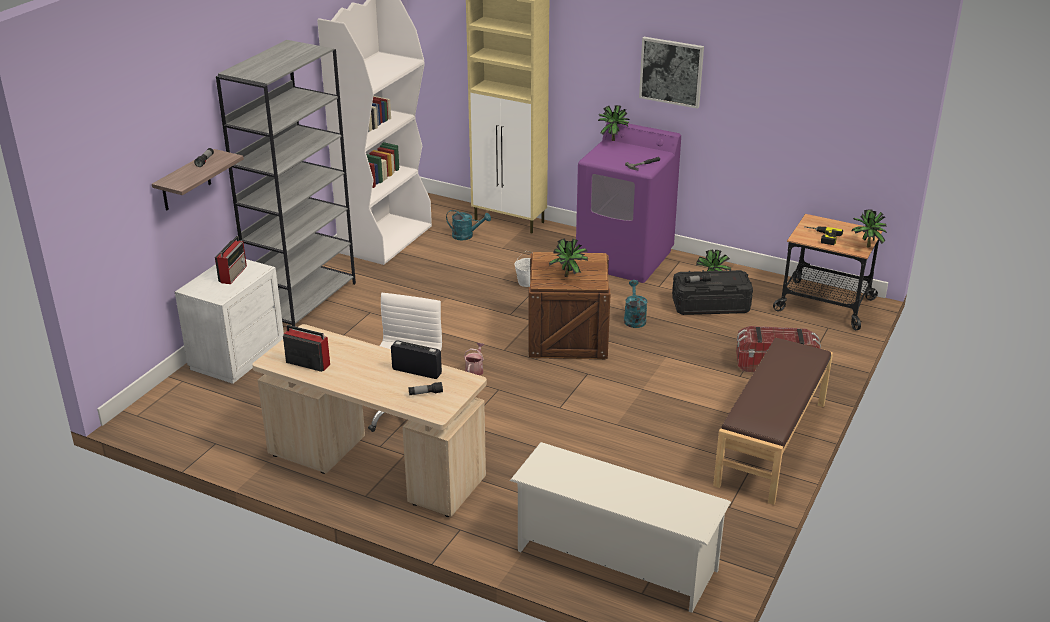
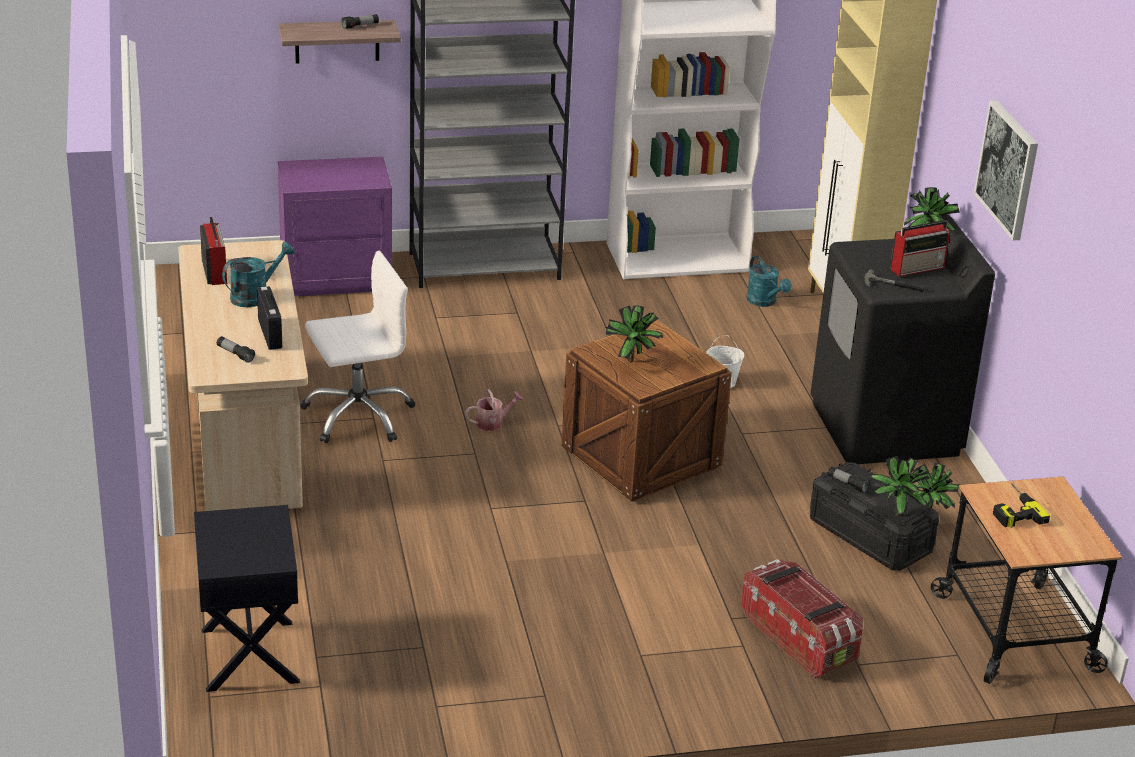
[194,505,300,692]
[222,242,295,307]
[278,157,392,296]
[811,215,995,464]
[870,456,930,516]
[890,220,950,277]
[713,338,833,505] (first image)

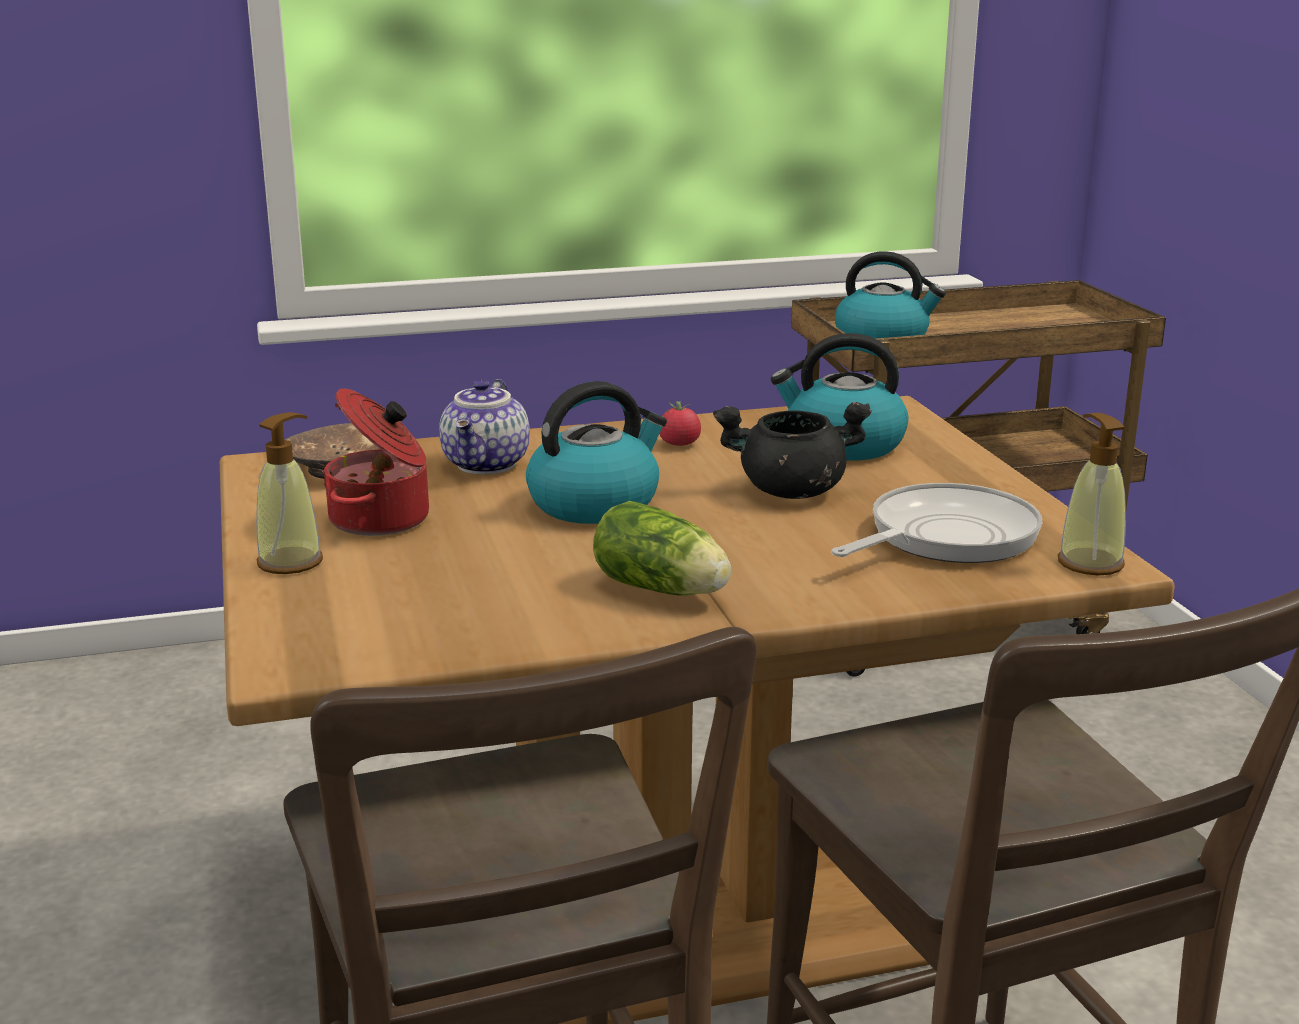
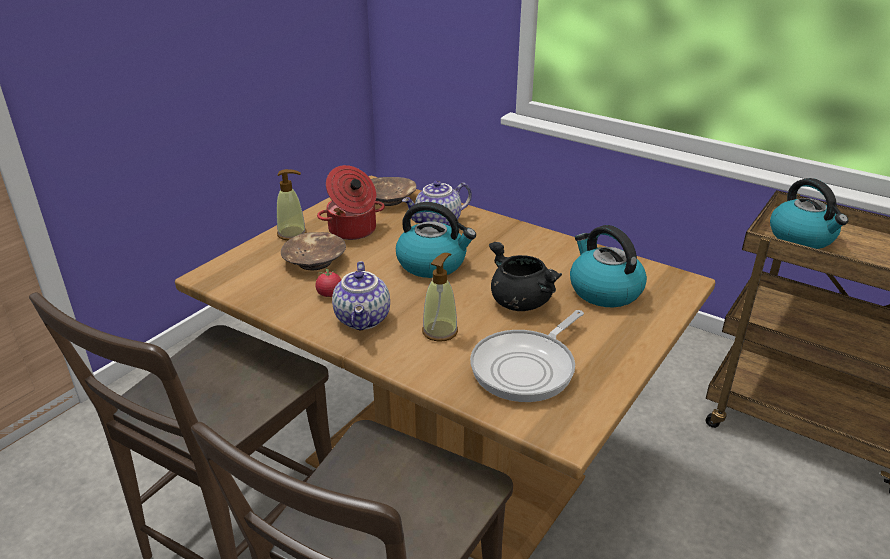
[281,232,346,270]
[316,268,341,297]
[332,261,390,331]
[422,253,458,342]
[470,310,584,402]

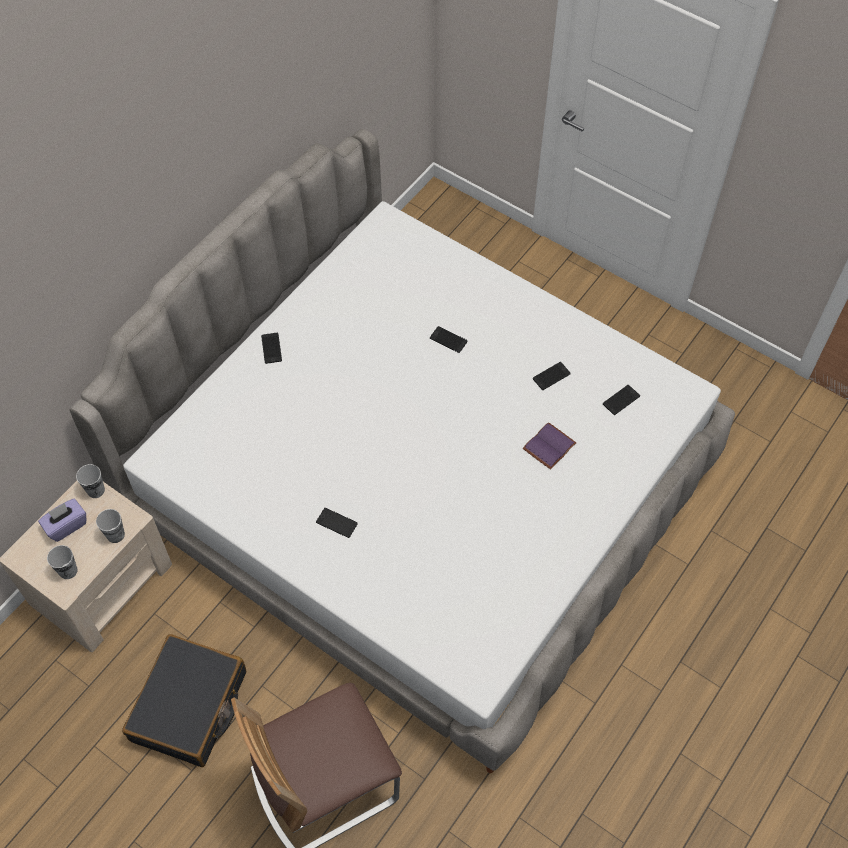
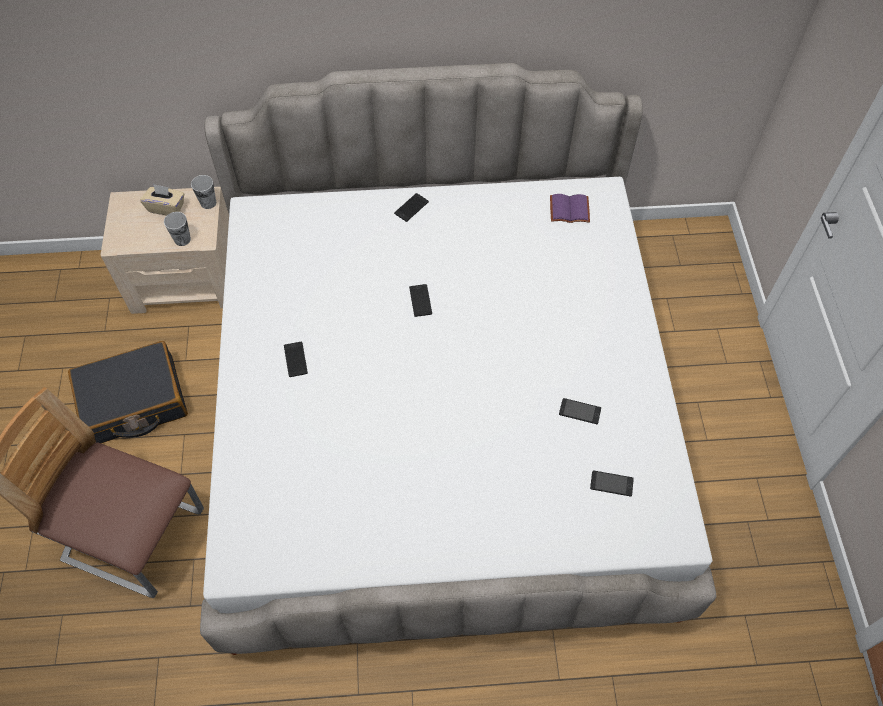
[140,184,184,216]
[409,284,432,317]
[550,194,590,223]
[47,545,77,579] (first image)

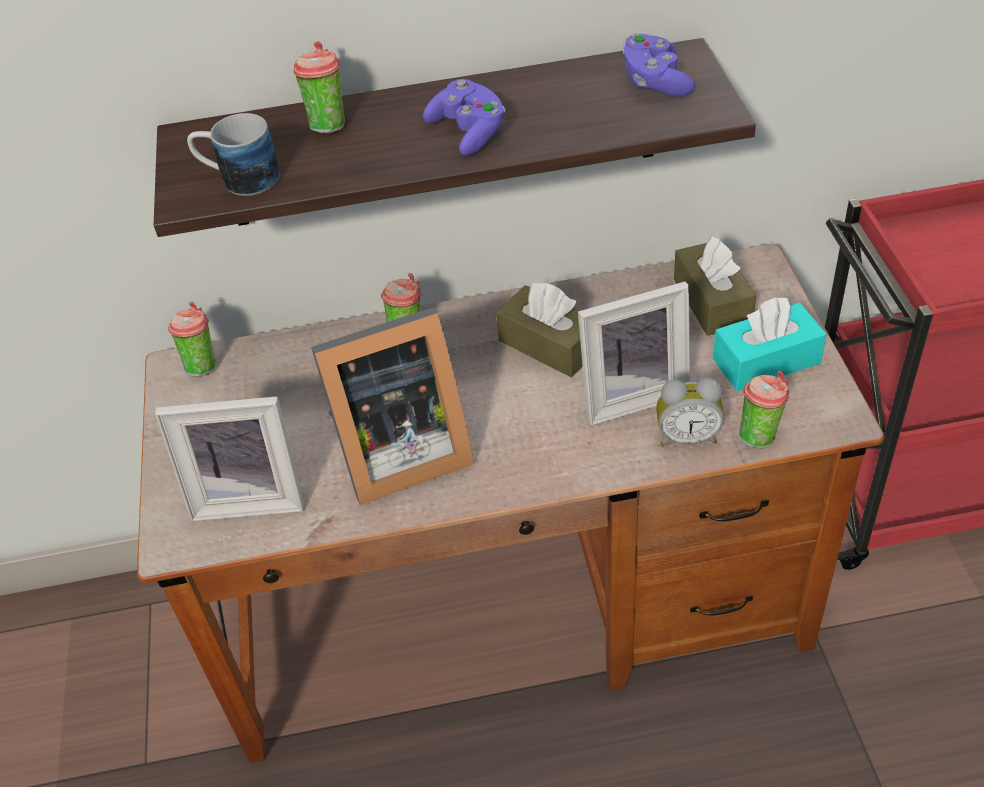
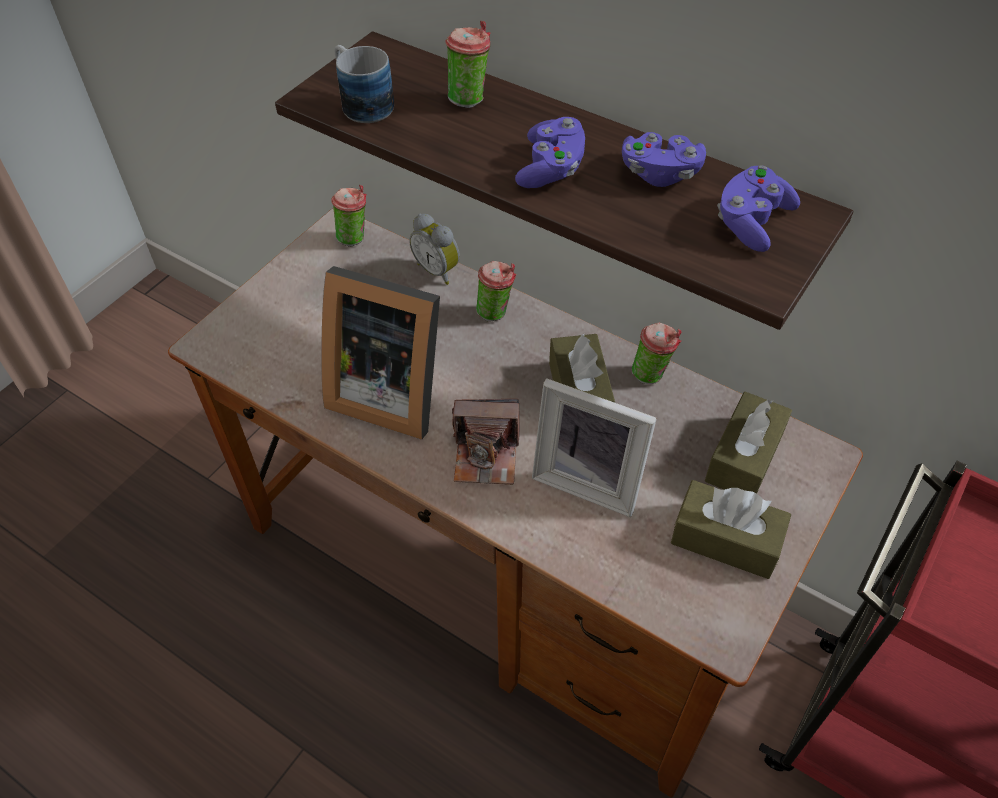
[409,214,460,285]
[452,399,520,485]
[622,132,706,187]
[632,322,681,384]
[671,480,791,579]
[155,396,305,521] (first image)

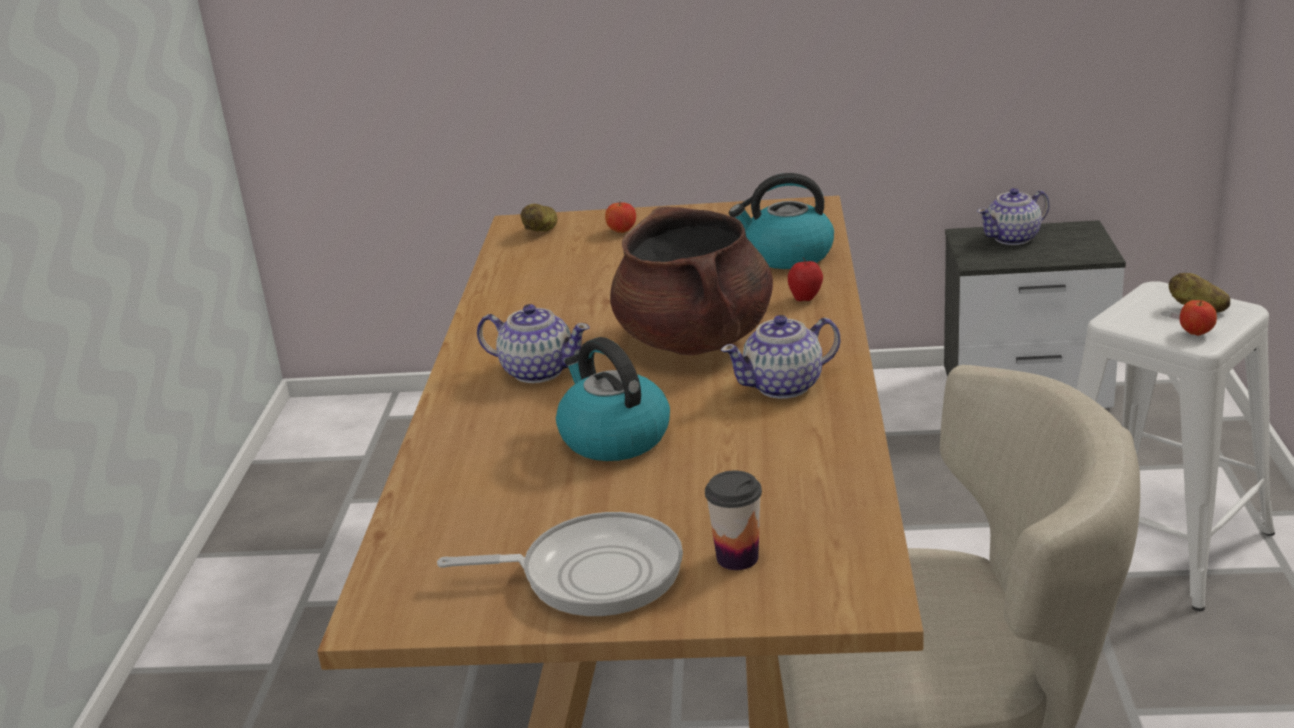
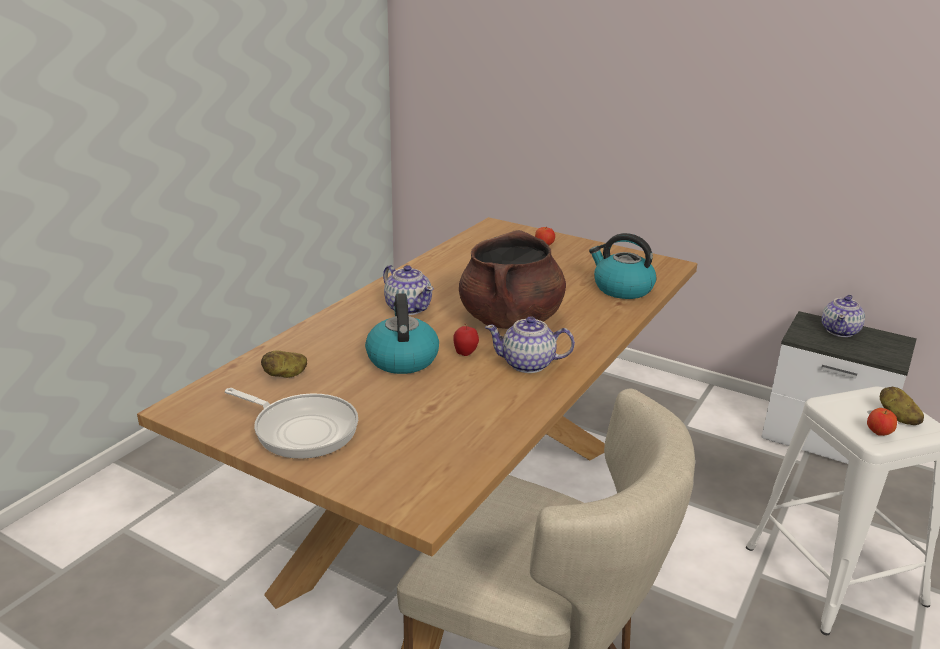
[261,350,307,378]
[453,323,479,356]
[822,294,865,337]
[705,471,762,570] (first image)

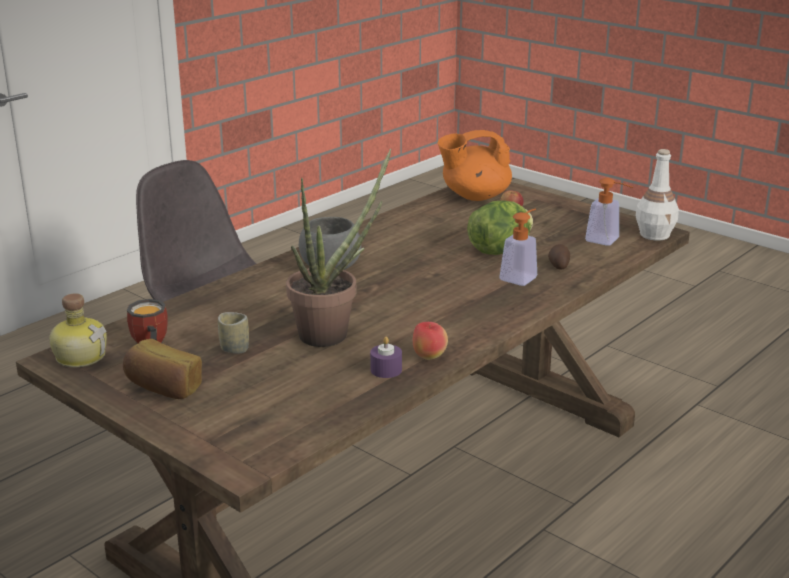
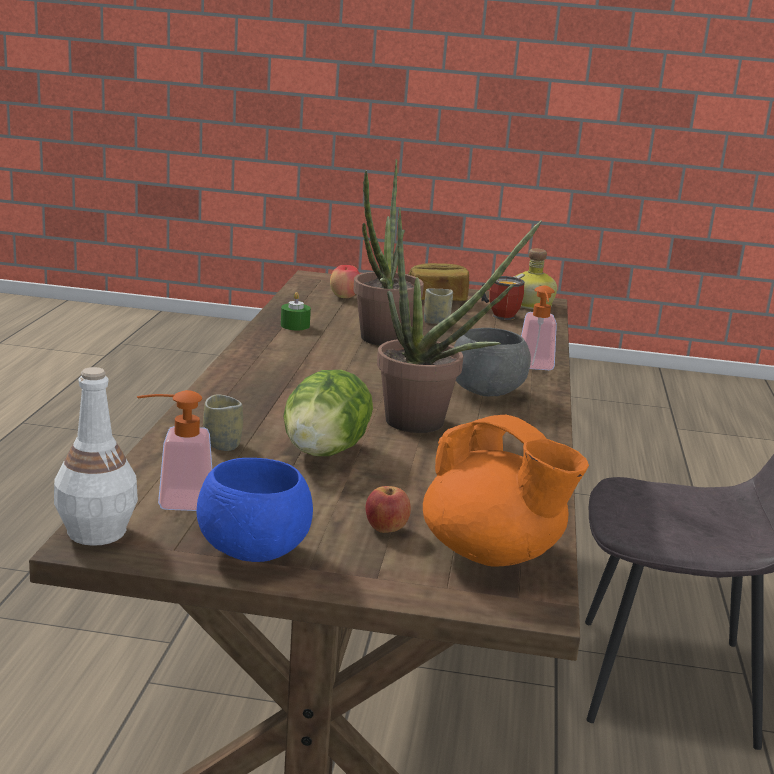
[197,458,313,562]
[203,395,243,451]
[281,292,311,330]
[330,265,359,298]
[377,208,542,433]
[423,415,589,567]
[521,285,557,370]

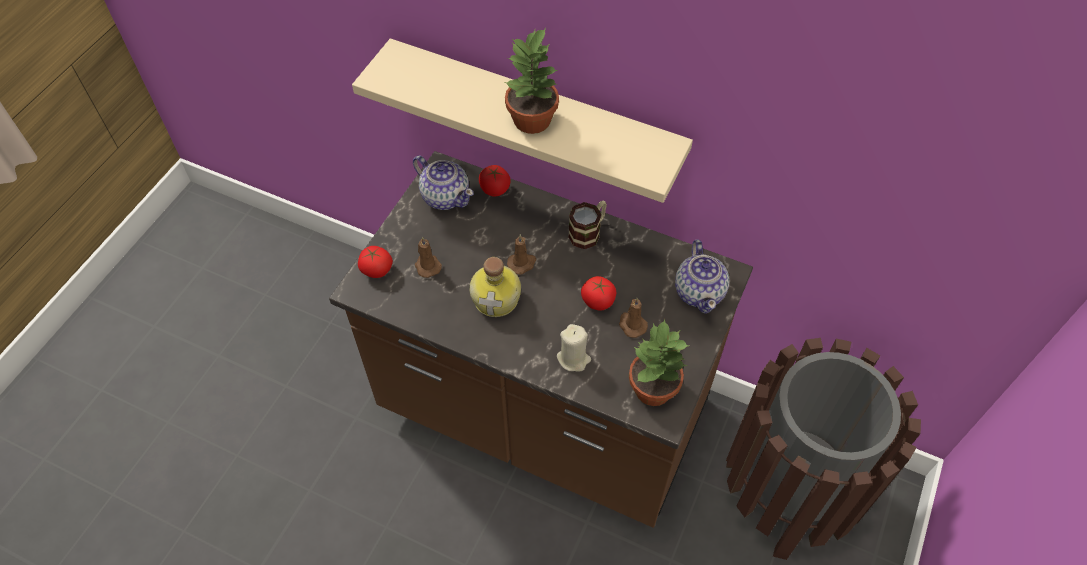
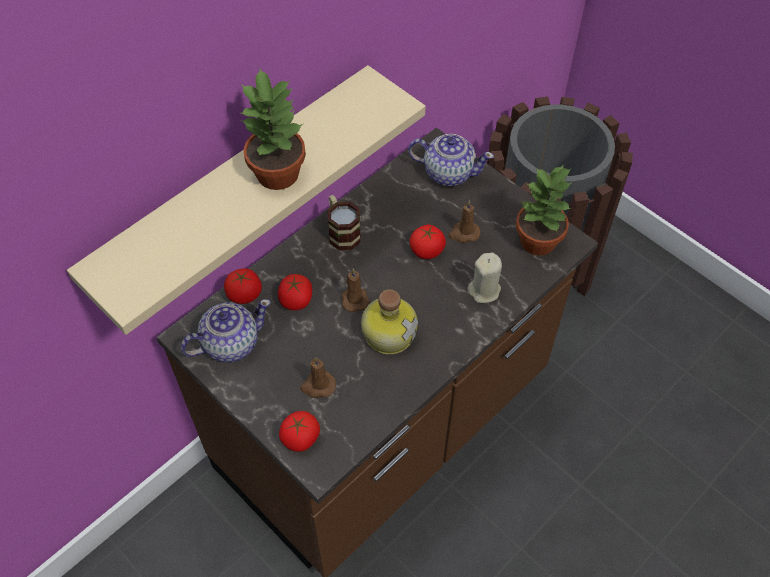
[278,274,312,310]

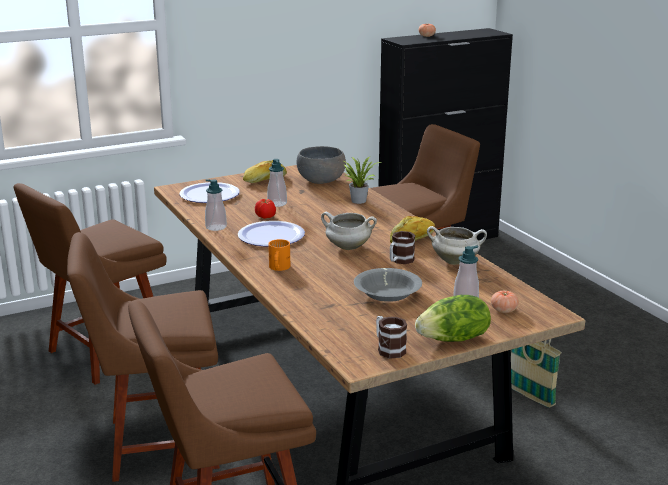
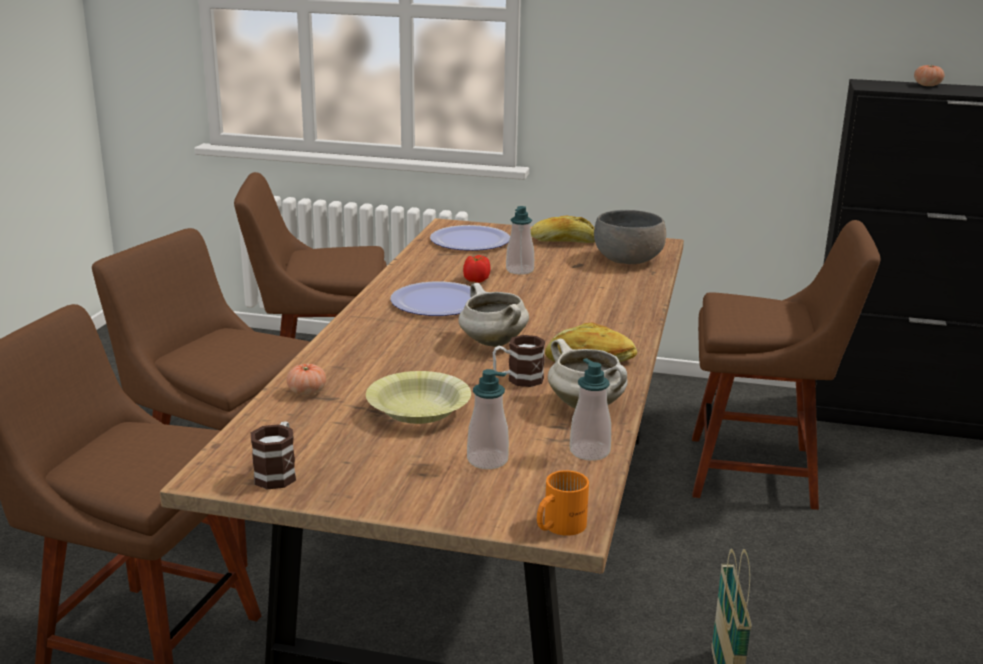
[287,364,326,395]
[366,371,471,424]
[537,470,589,536]
[570,358,611,461]
[342,156,382,204] (first image)
[415,295,491,342] (first image)

